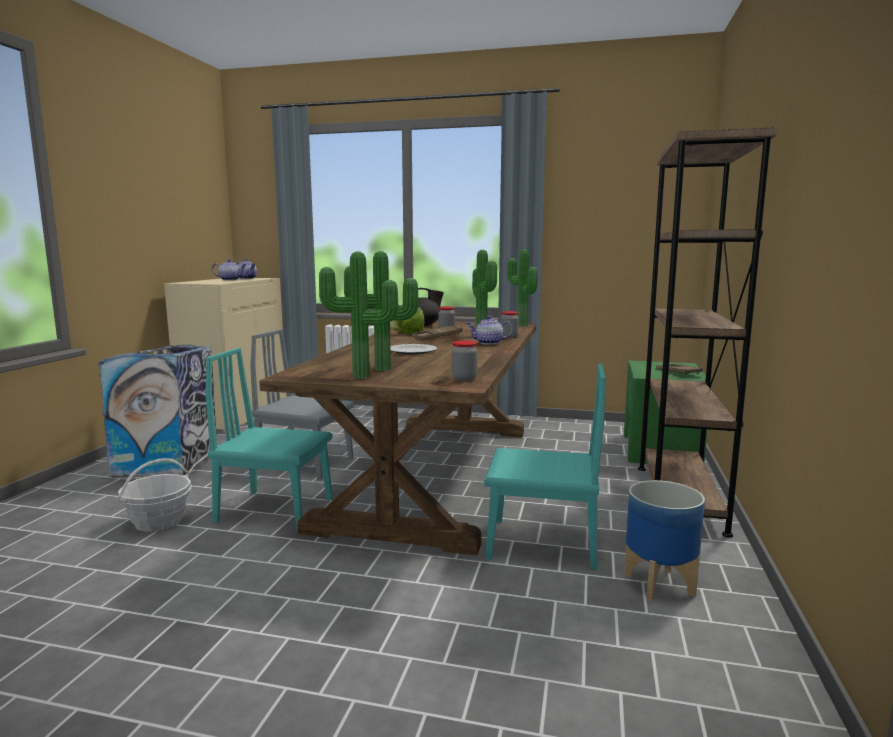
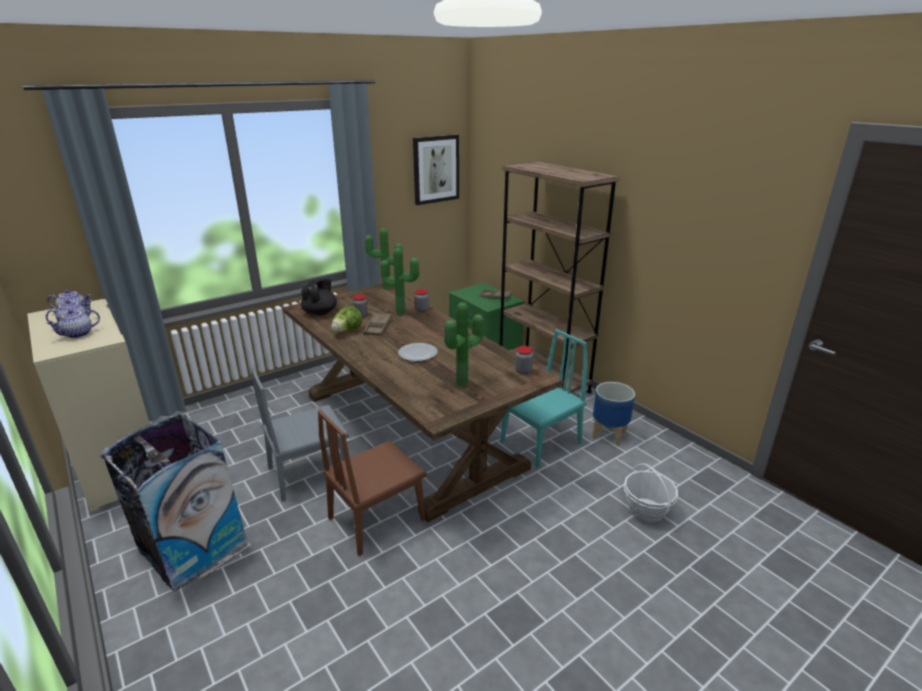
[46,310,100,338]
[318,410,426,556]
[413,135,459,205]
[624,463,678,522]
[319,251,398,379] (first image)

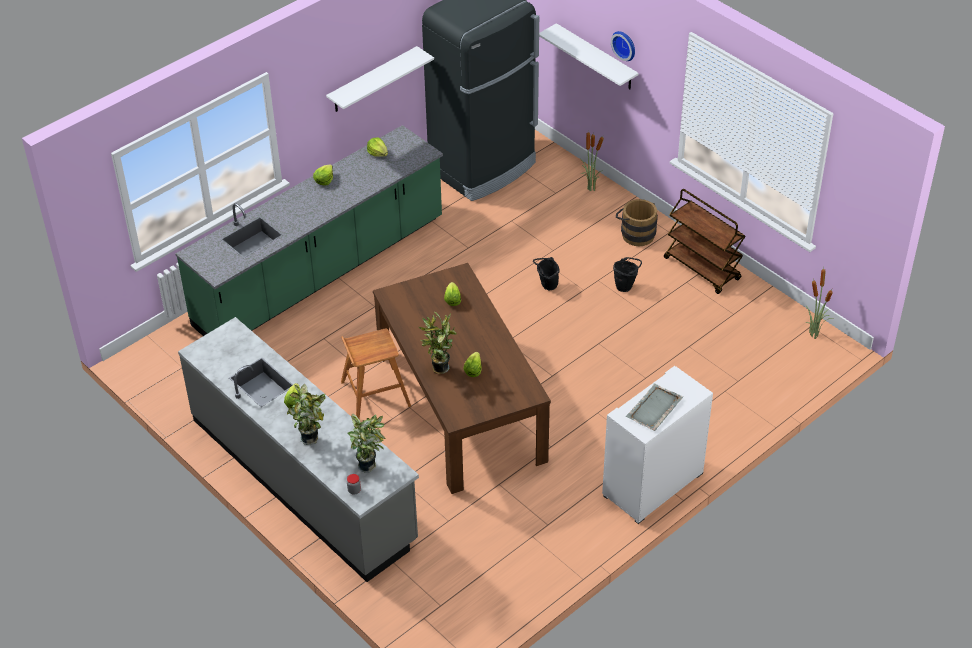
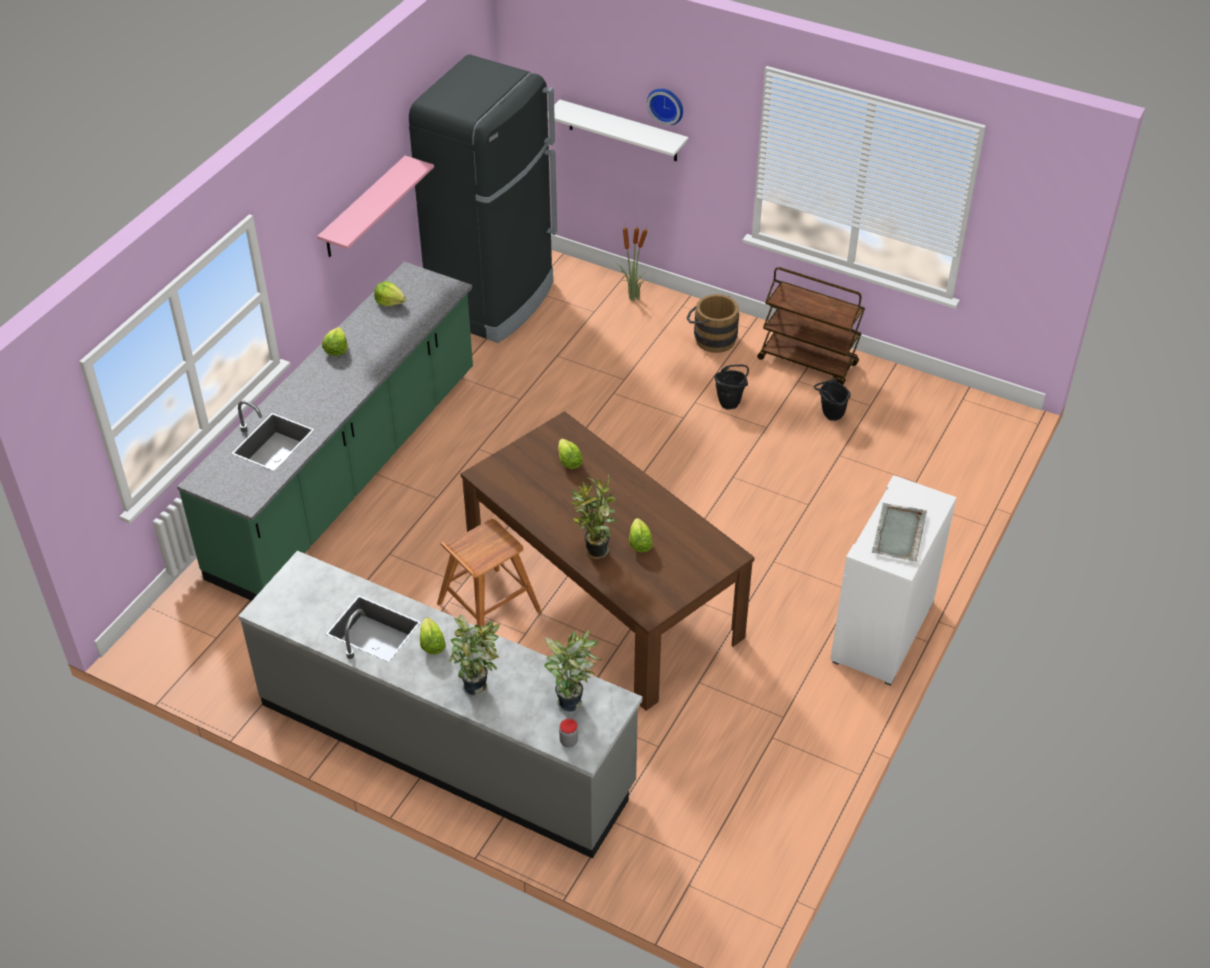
[317,156,434,257]
[814,378,851,421]
[806,269,834,339] (first image)

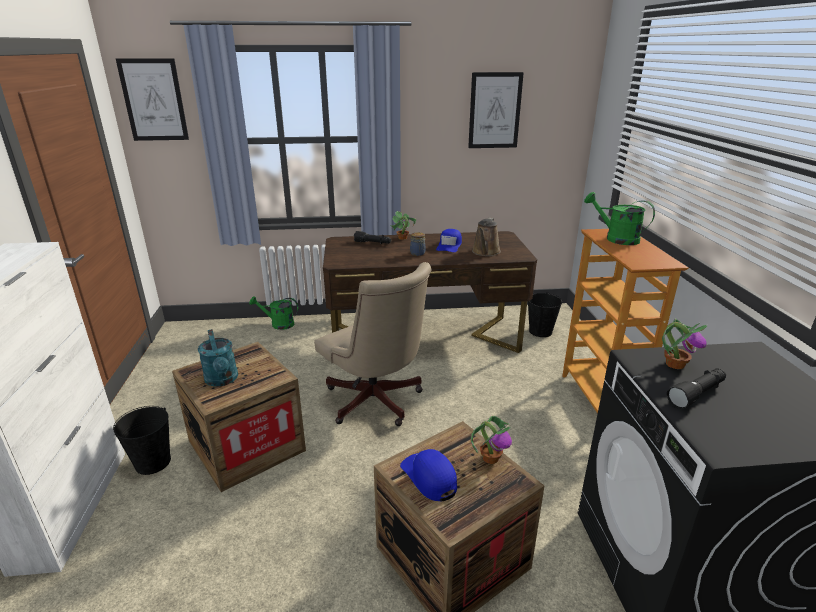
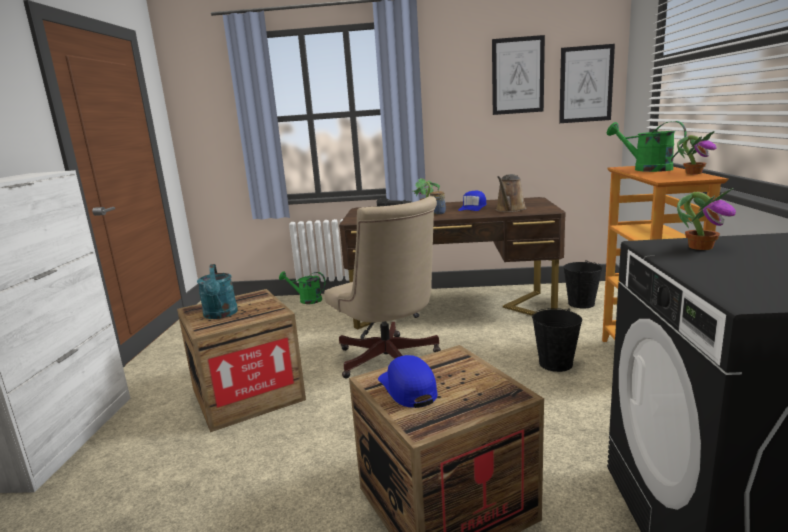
[532,308,582,372]
[559,44,615,123]
[677,131,717,174]
[666,368,726,409] (first image)

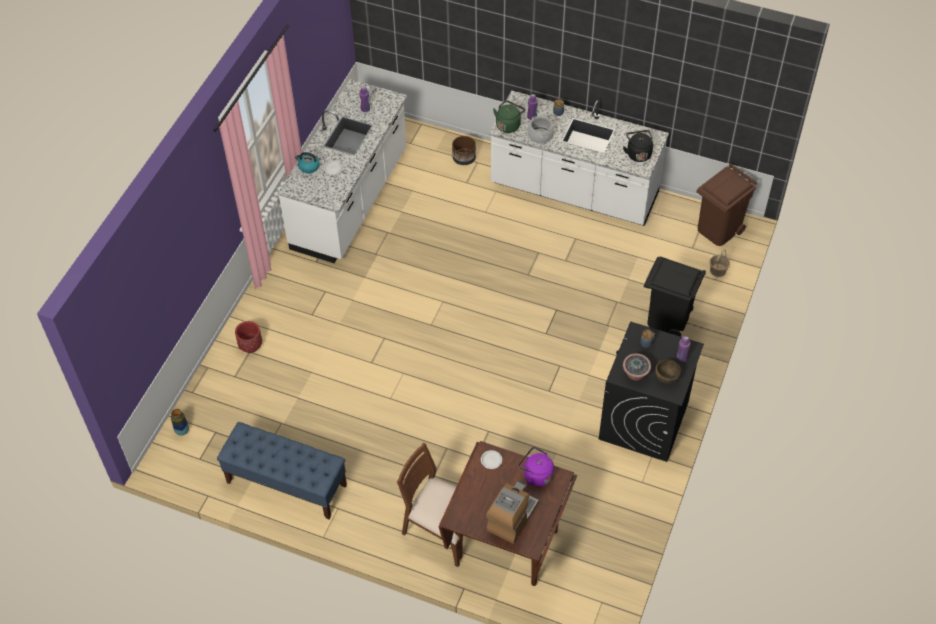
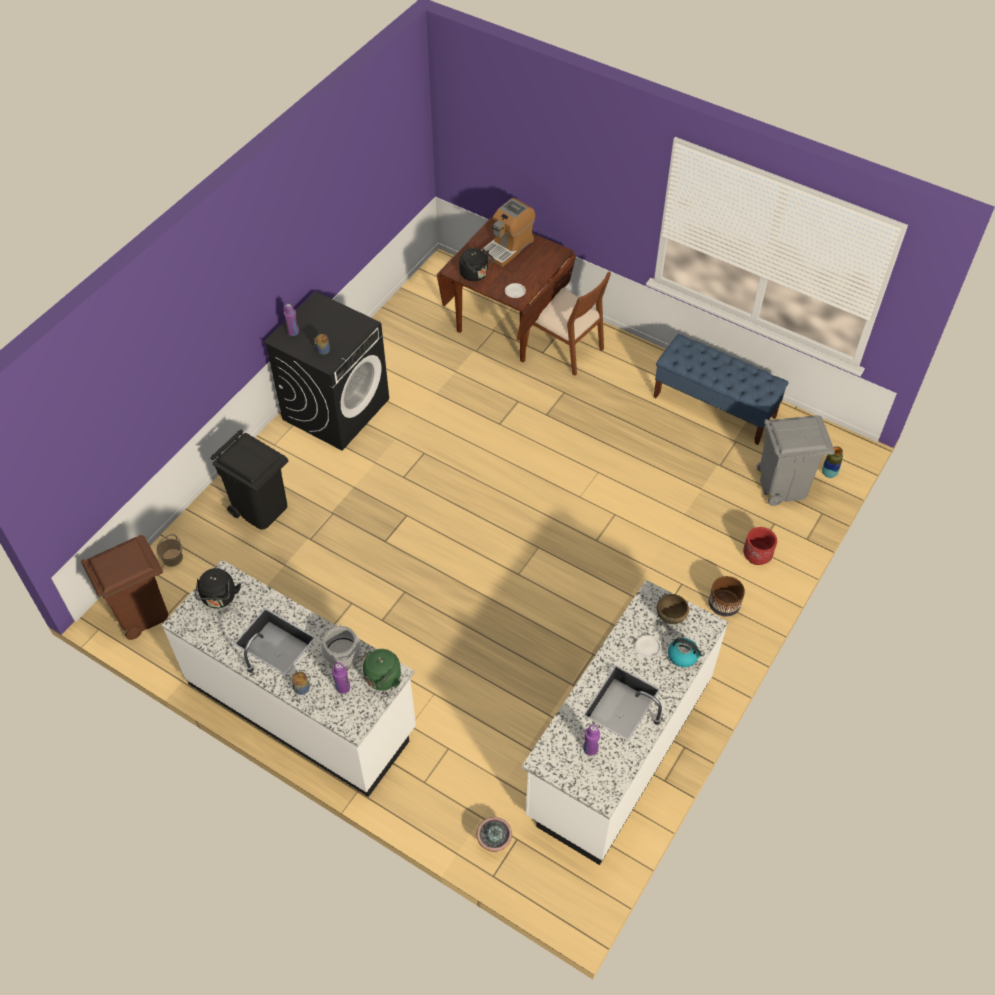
[459,248,494,281]
[477,817,512,852]
[657,594,689,624]
[709,576,745,617]
[756,415,835,506]

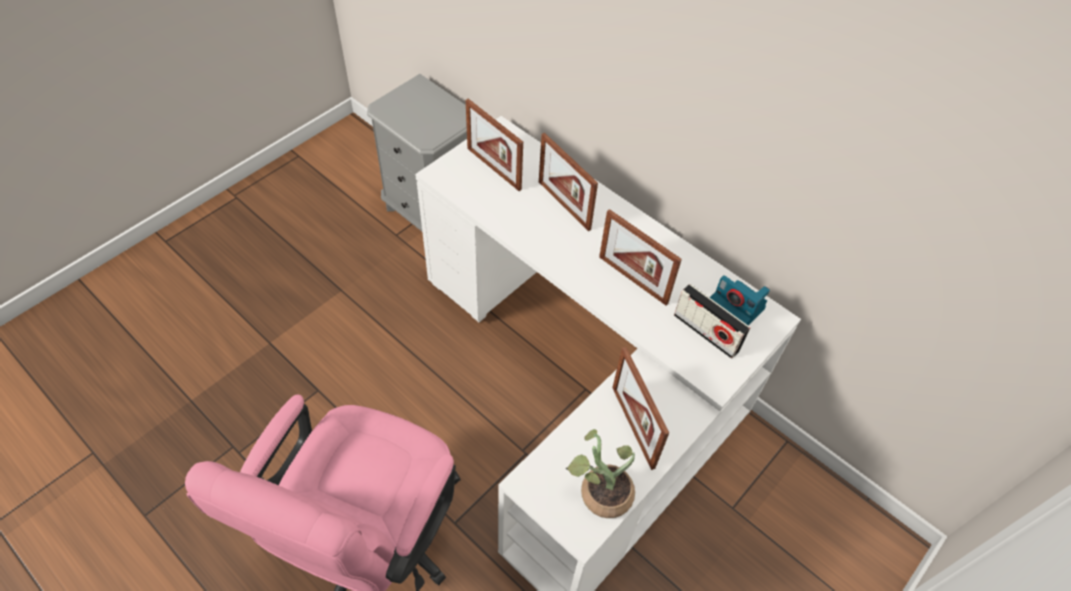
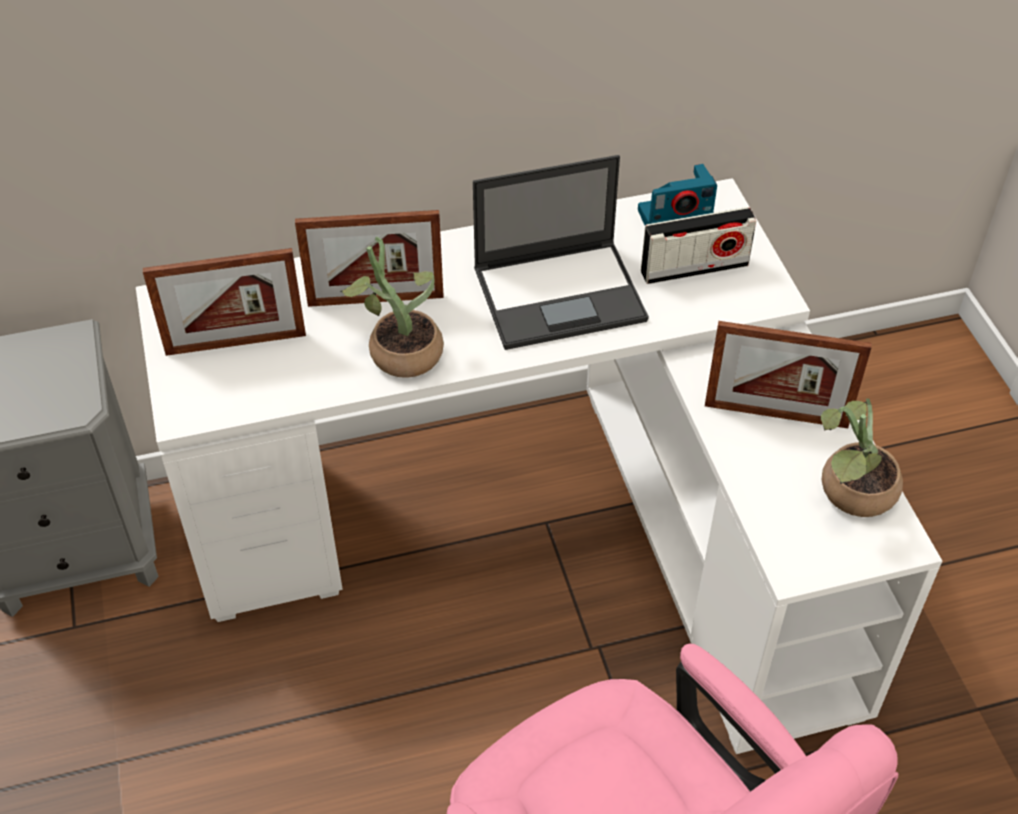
[341,237,444,378]
[473,155,649,350]

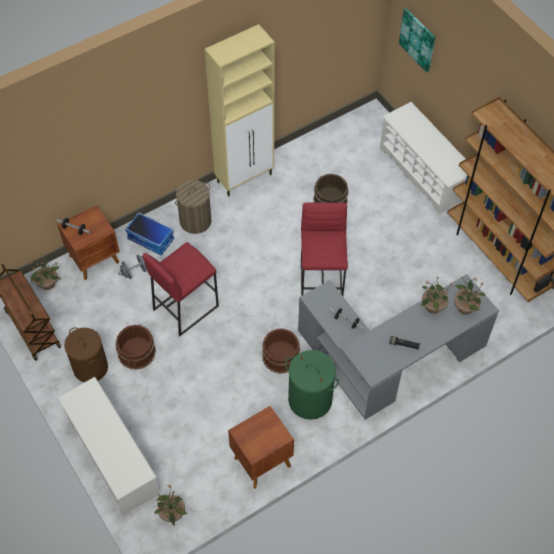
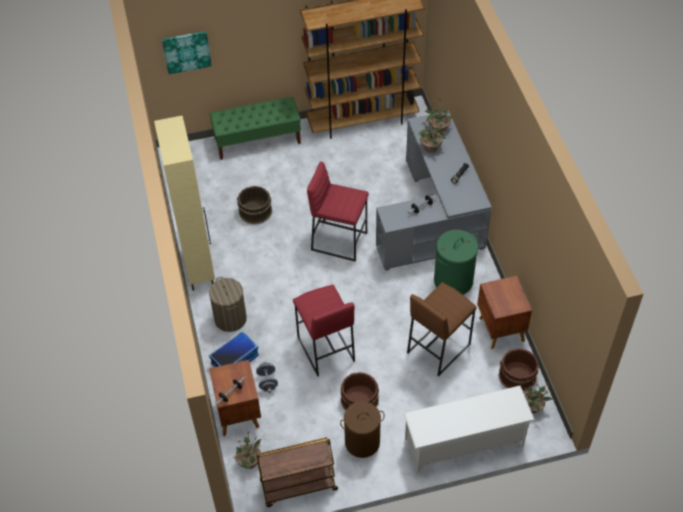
[209,97,301,160]
[407,282,476,377]
[499,348,539,391]

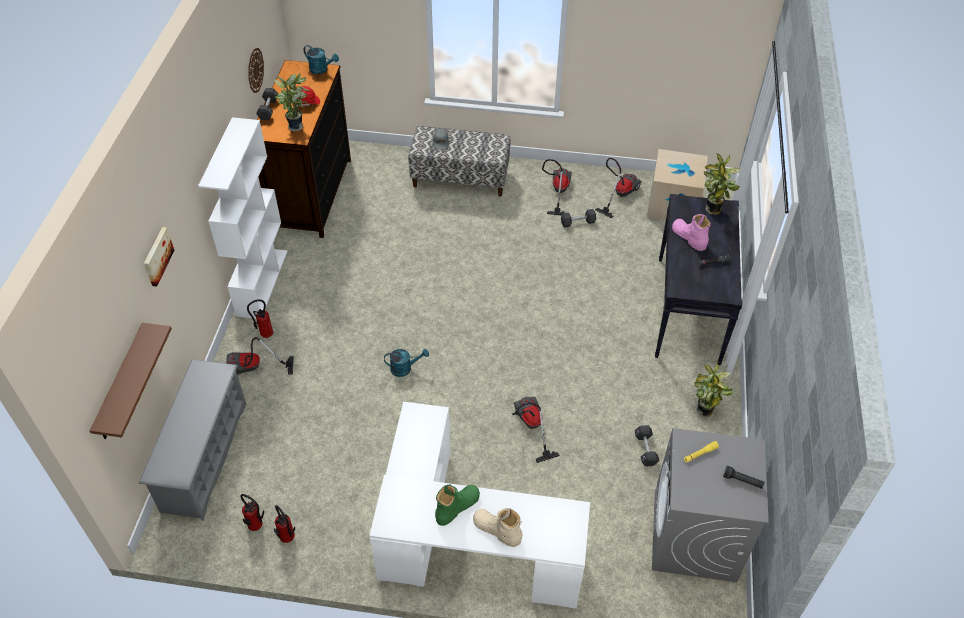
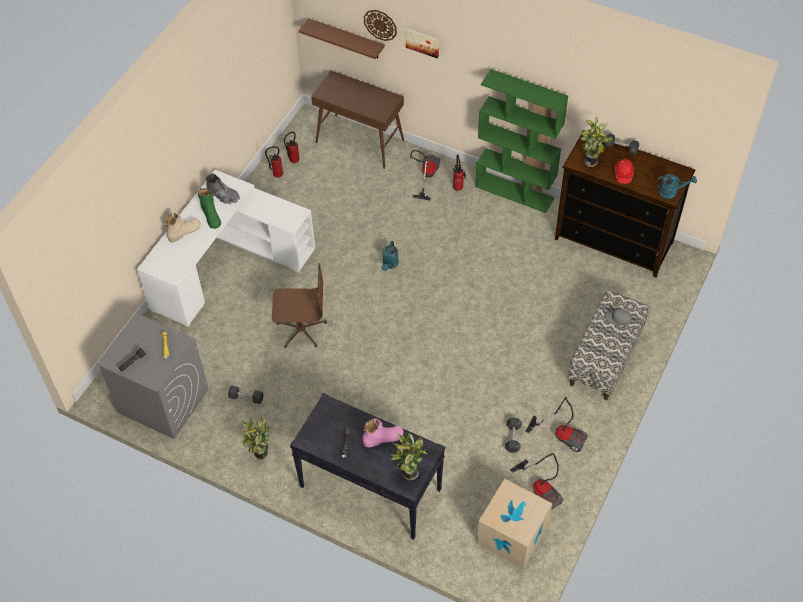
[206,174,240,204]
[272,263,327,348]
[311,71,404,169]
[364,10,397,41]
[475,69,568,213]
[656,174,697,199]

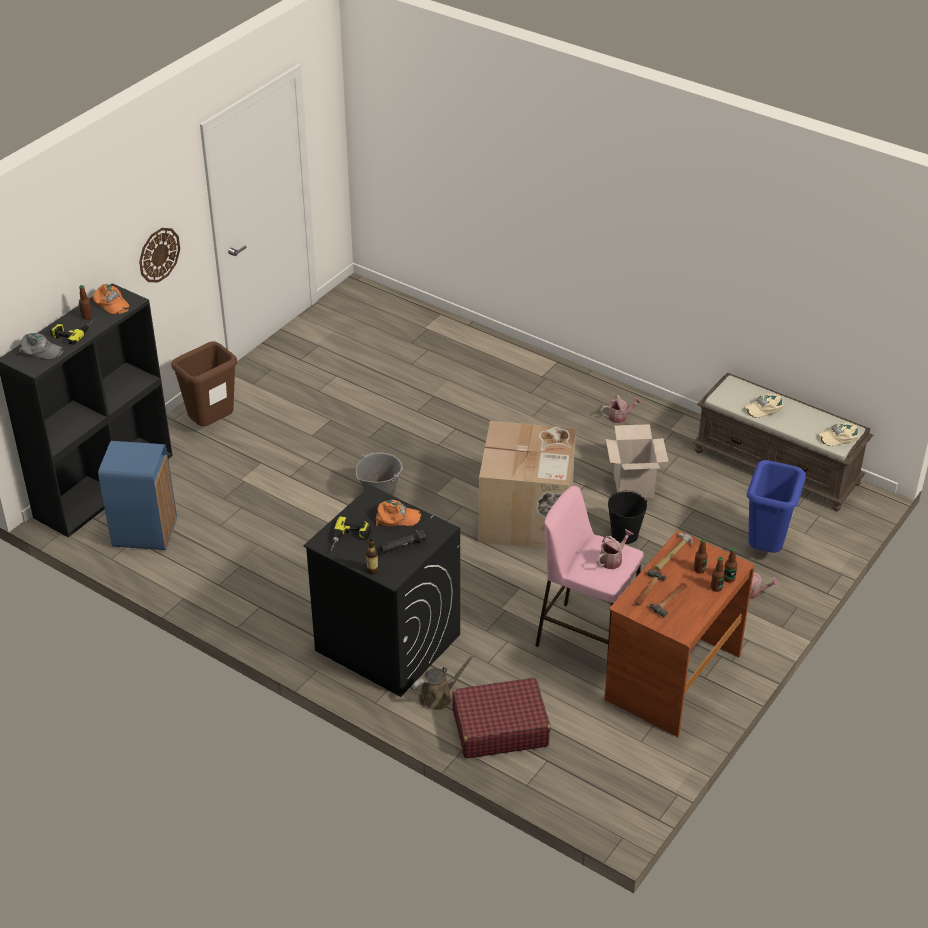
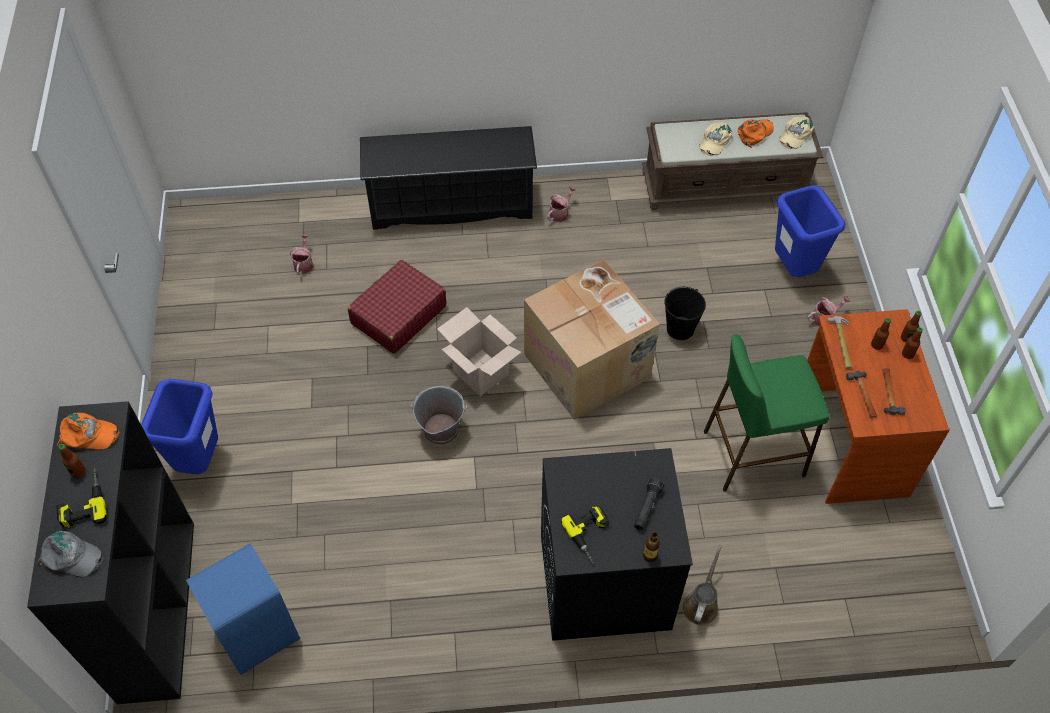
[36,531,103,577]
[141,379,218,474]
[290,234,313,275]
[348,260,446,354]
[360,126,537,230]
[437,307,521,396]
[704,334,829,492]
[738,119,774,148]
[139,228,180,282] (first image)

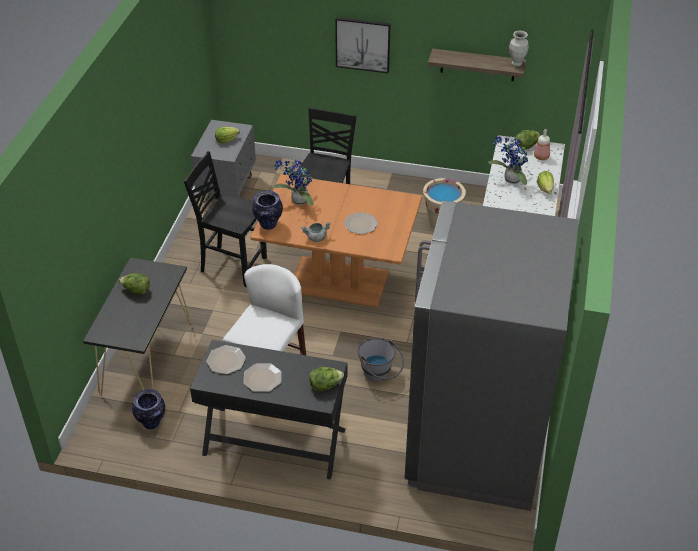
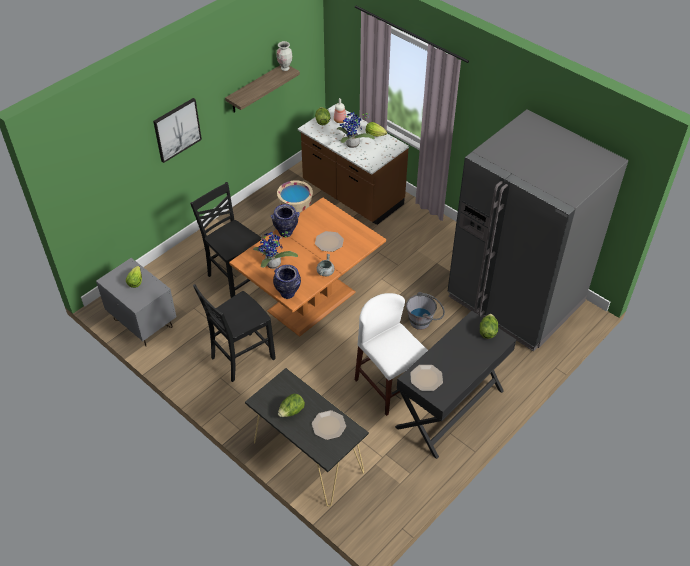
[271,204,300,237]
[312,410,346,440]

